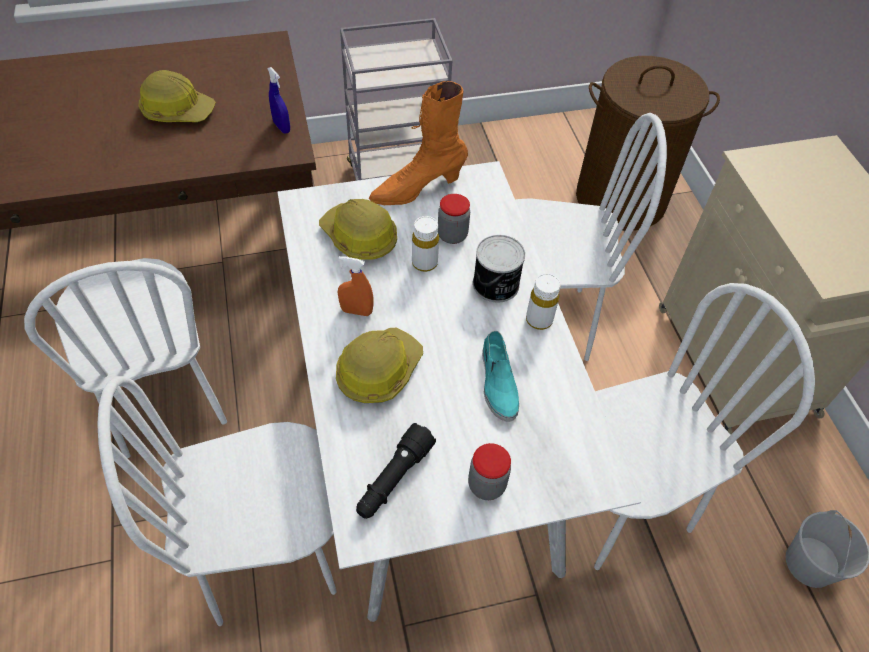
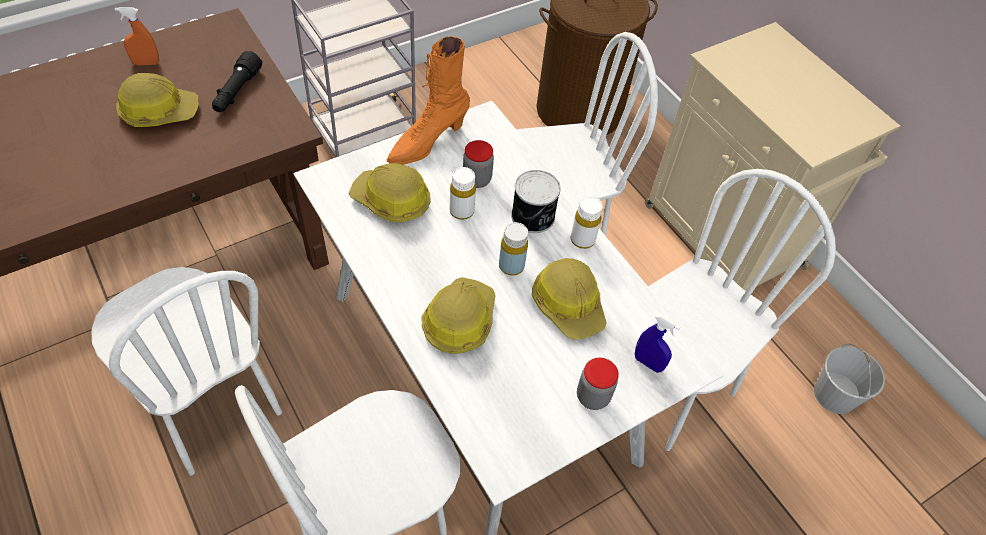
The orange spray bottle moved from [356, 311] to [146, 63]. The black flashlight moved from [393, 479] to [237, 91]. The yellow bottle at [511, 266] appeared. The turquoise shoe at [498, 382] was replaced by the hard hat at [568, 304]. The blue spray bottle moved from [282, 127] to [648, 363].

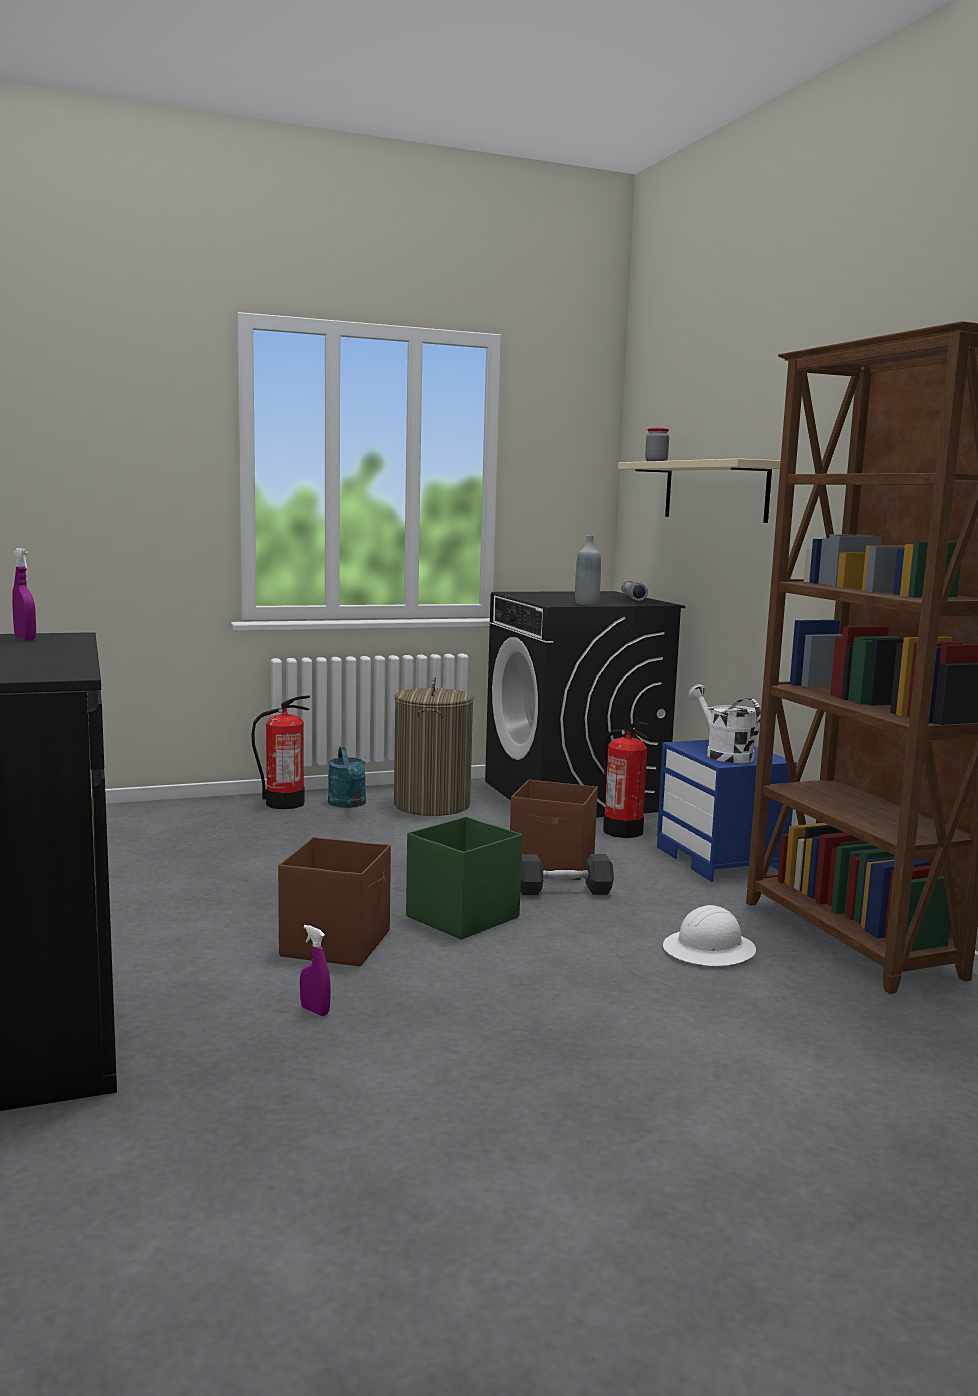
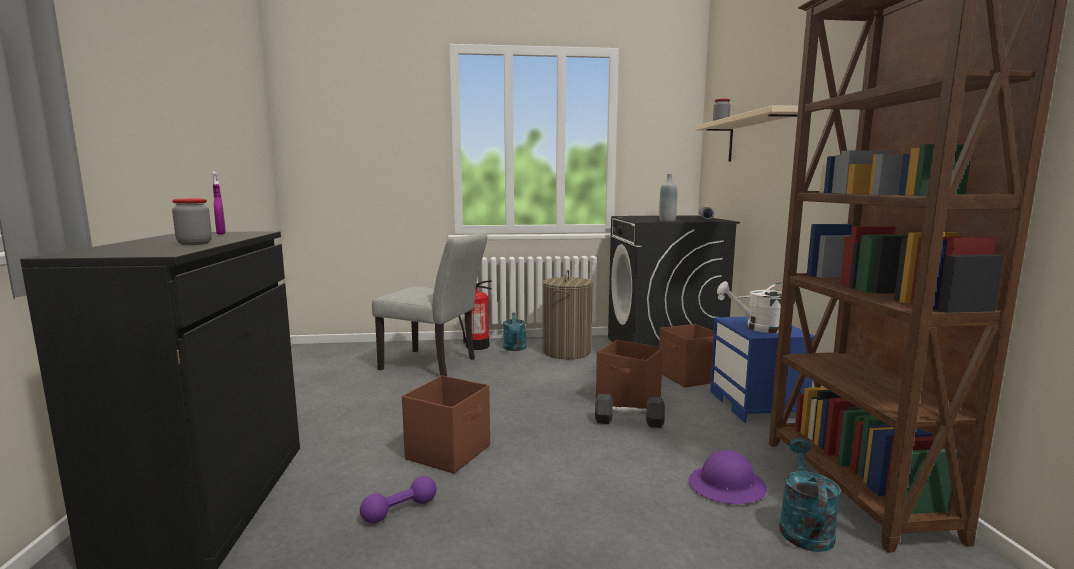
The jar at [195, 244] appeared. The purple spray bottle at [315, 1011] was replaced by the purple dumbbell at [400, 511]. The grey chair at [435, 365] appeared. The fire extinguisher at [622, 831] was replaced by the brown storage box at [688, 377]. The white hard hat at [709, 951] became the purple hard hat at [727, 487]. The white watering can at [723, 755] turned 75 degrees counterclockwise. The turquoise watering can at [803, 526] appeared. The green storage box at [461, 917] disappeared.

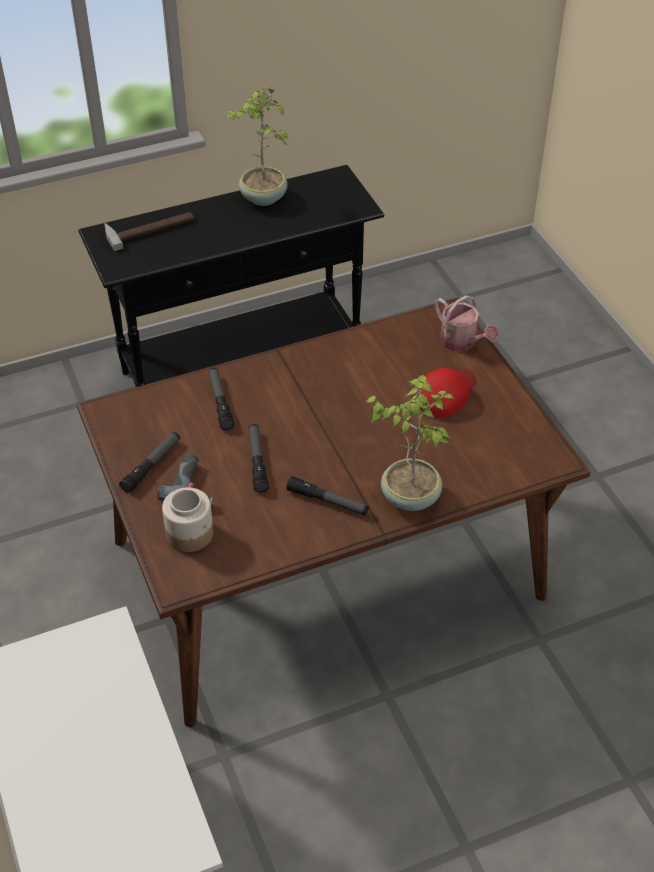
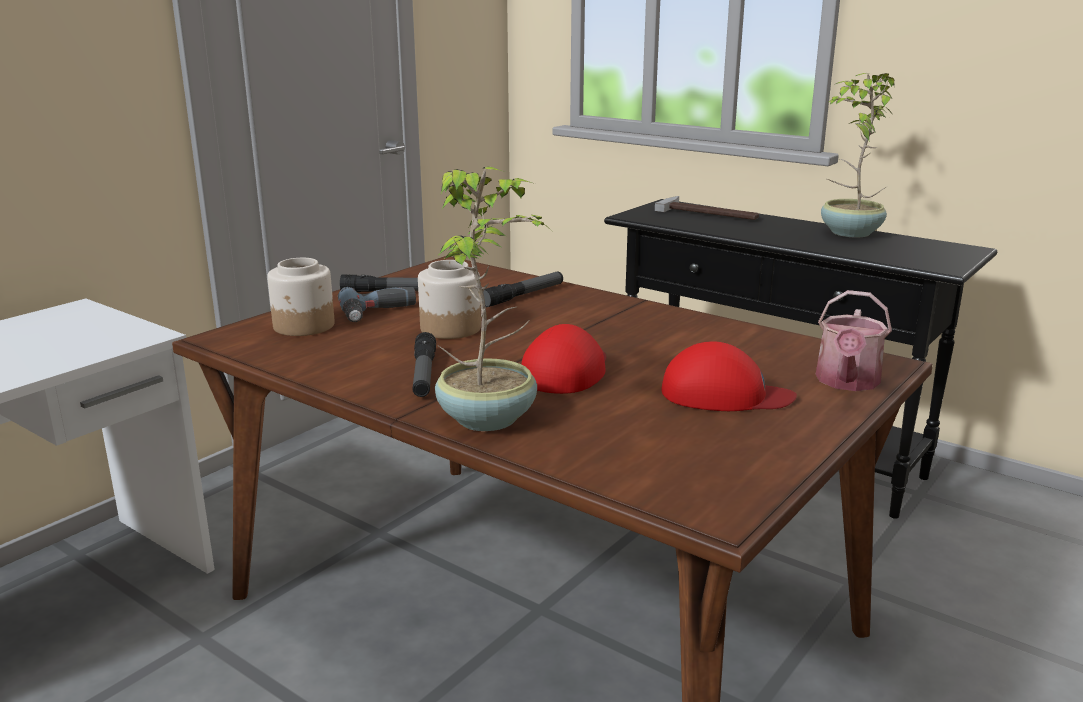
The flashlight at [257, 461] was replaced by the jar at [451, 328]. The red cap at [567, 371] appeared.

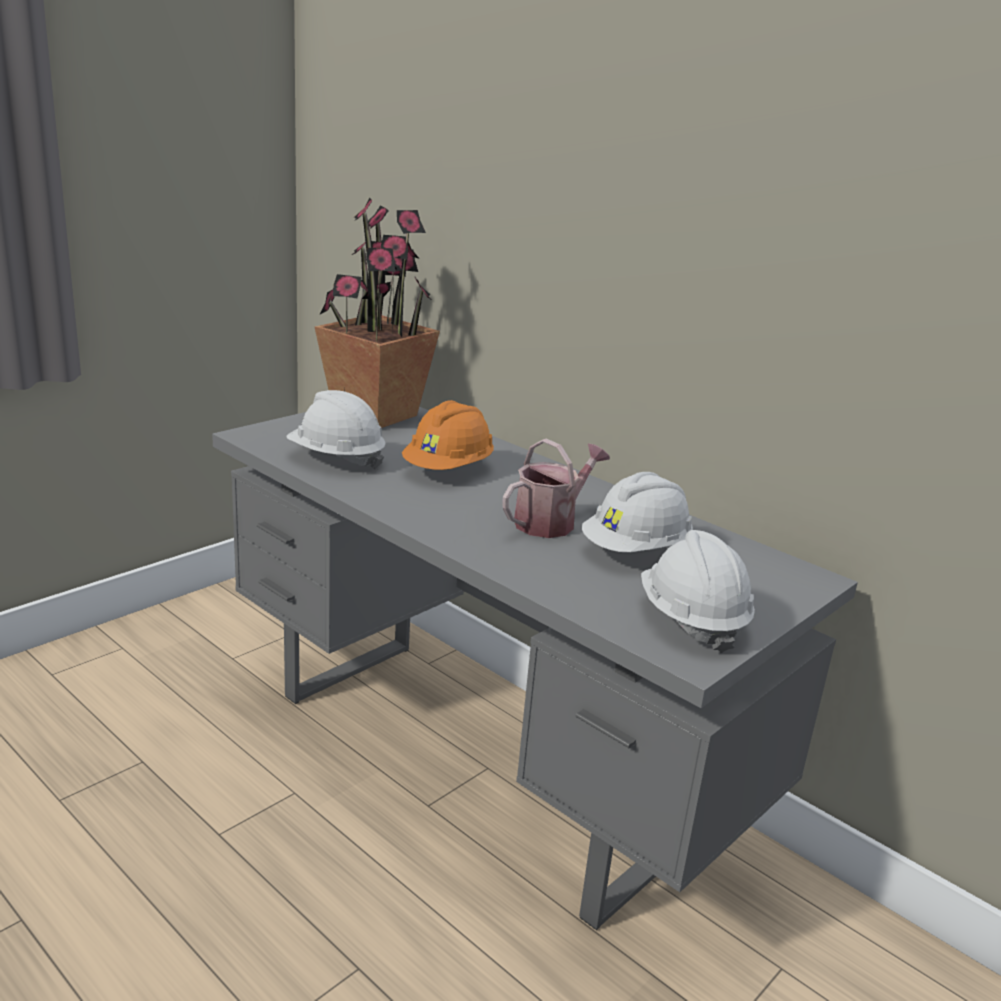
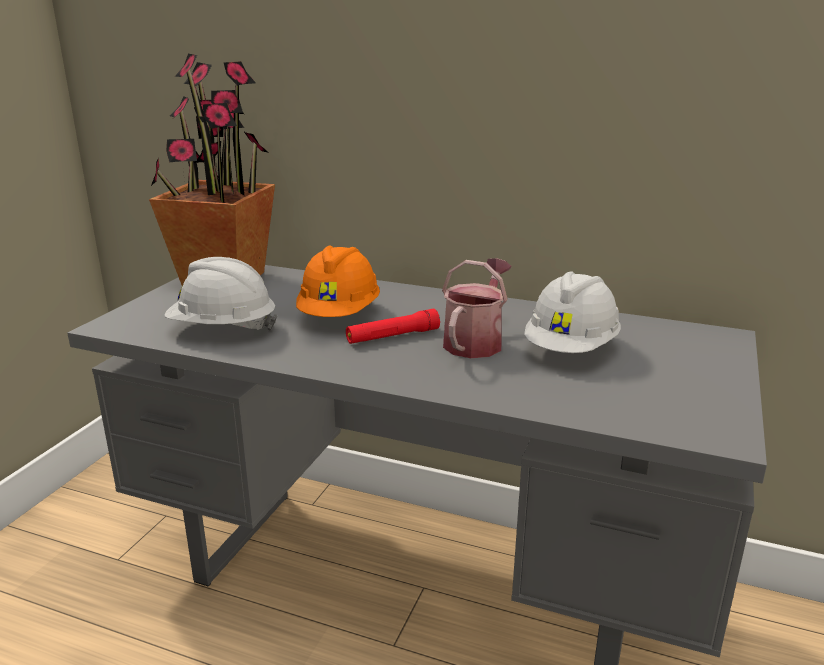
The red flashlight at [392, 336] appeared. The white hard hat at [691, 620] disappeared.

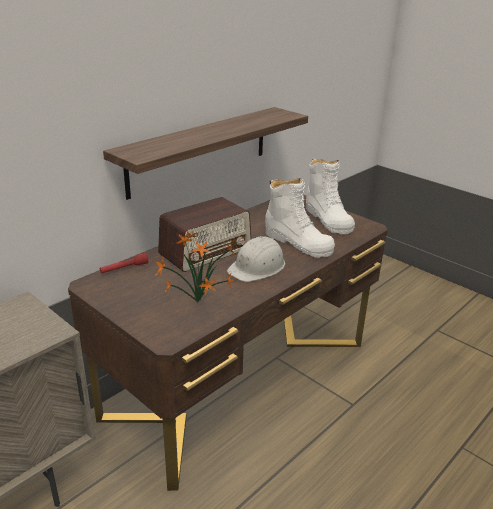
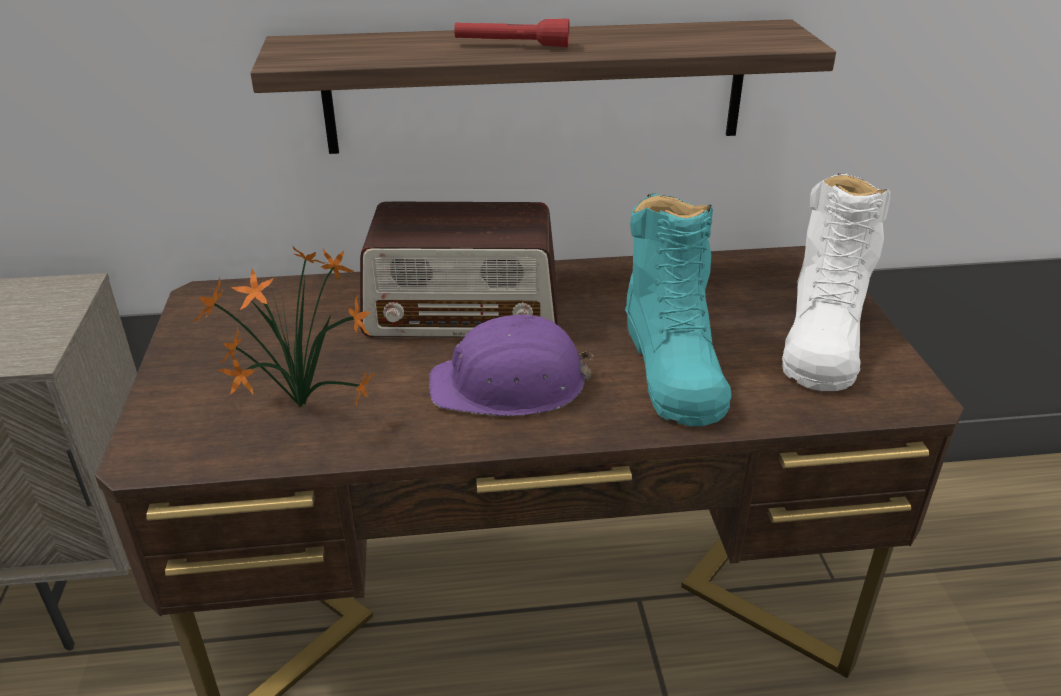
The white hard hat at [258, 267] became the purple hard hat at [510, 384]. The red flashlight moved from [124, 269] to [511, 45]. The white boot at [298, 242] became the turquoise boot at [672, 366].

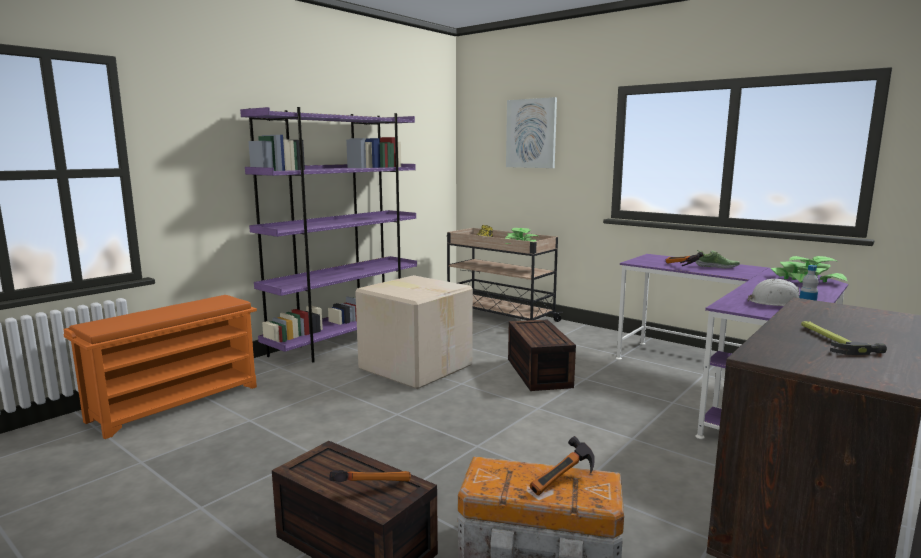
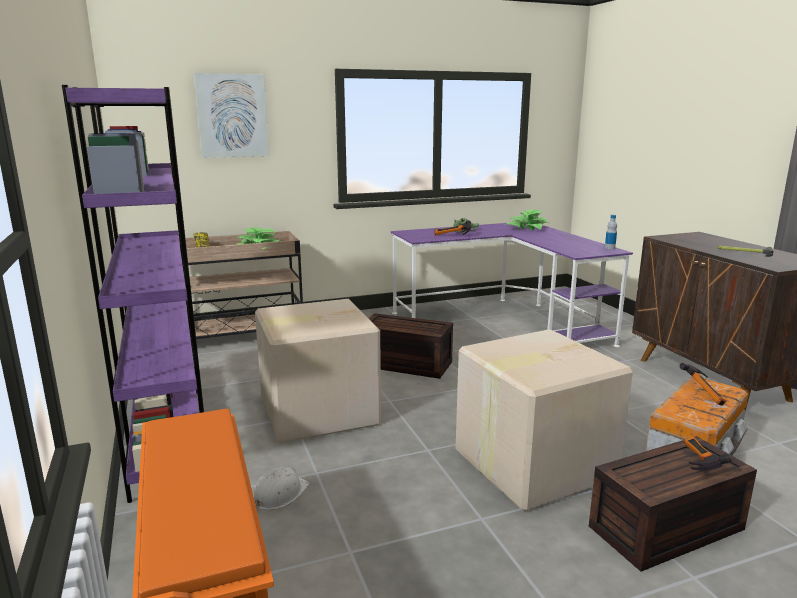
The white hard hat moved from [776, 303] to [279, 494]. The cardboard box at [531, 464] appeared.

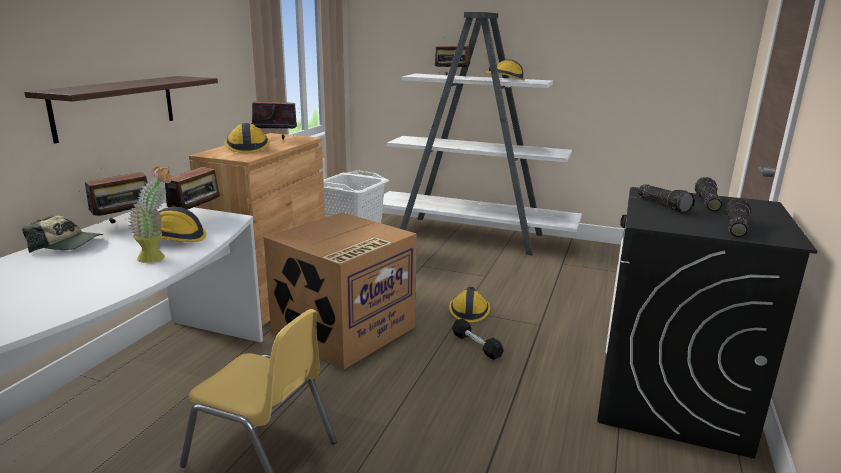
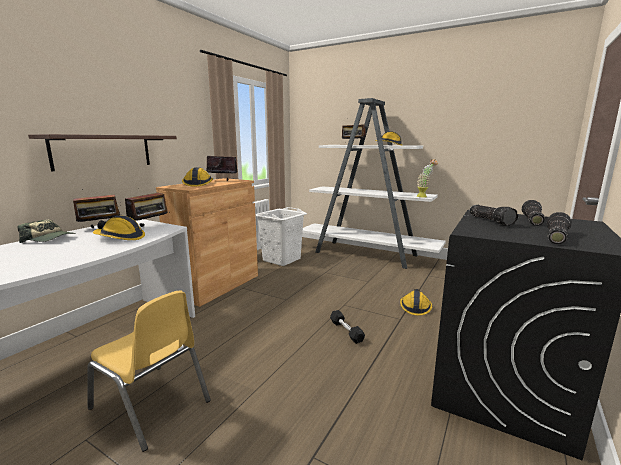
The hard hat moved from [469, 311] to [415, 307]. The potted plant moved from [158, 257] to [424, 196]. The cardboard box at [344, 331] disappeared.

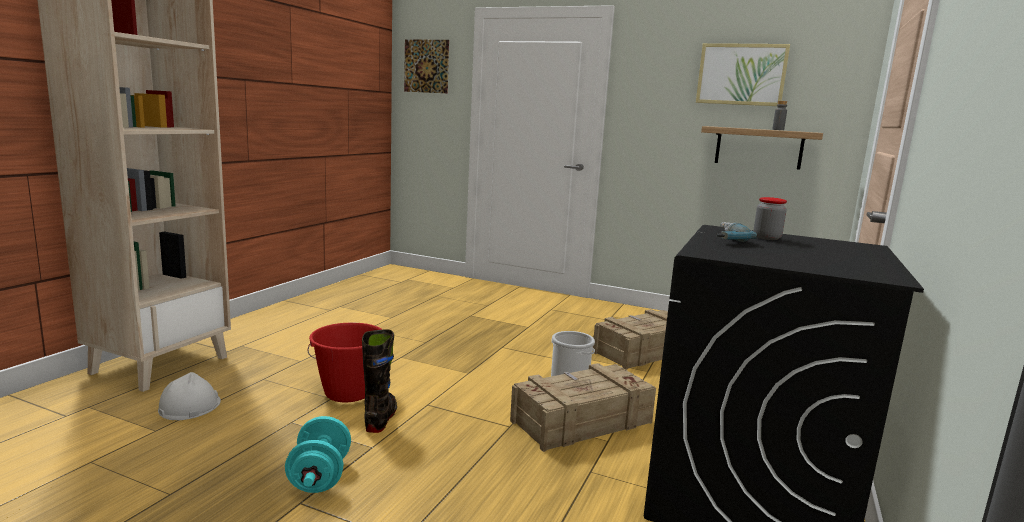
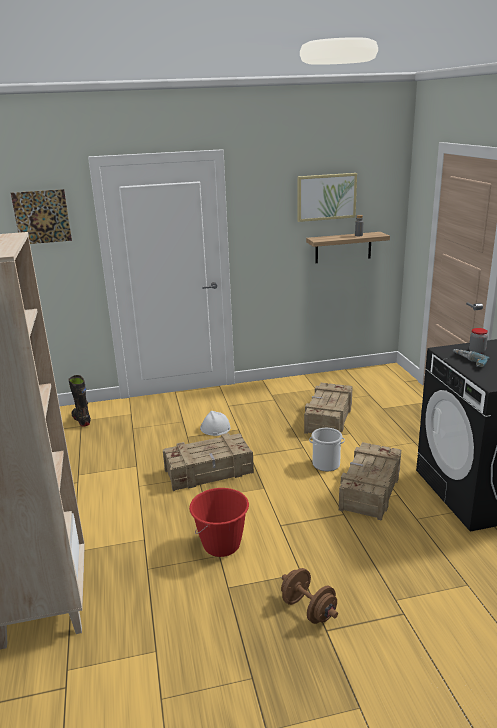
The black boot moved from [381, 419] to [81, 420]. The crate at [209, 471] appeared. The white hard hat moved from [189, 406] to [215, 428]. The turquoise dumbbell at [320, 477] became the brown dumbbell at [308, 609].

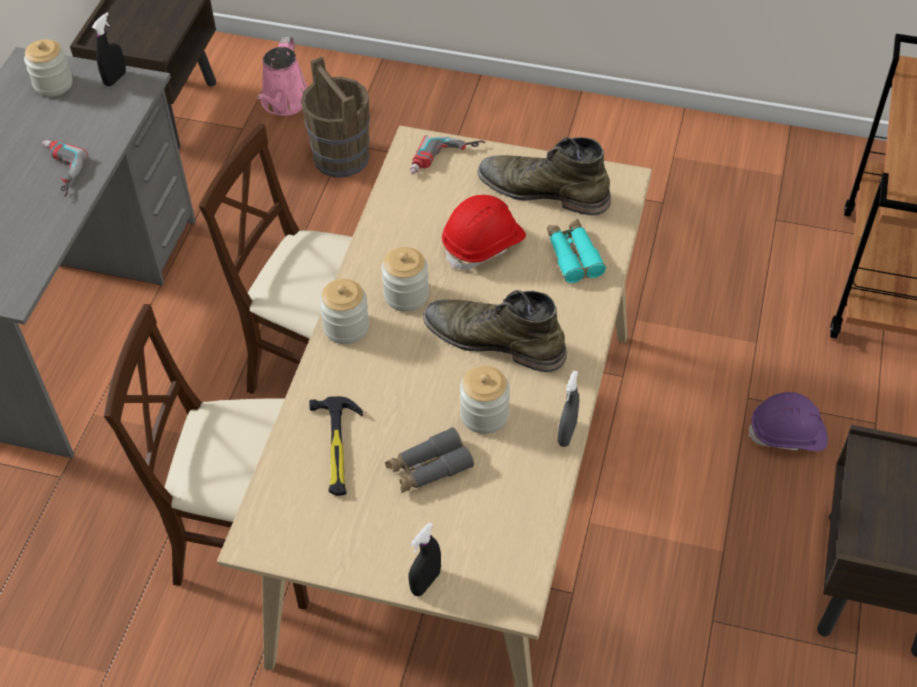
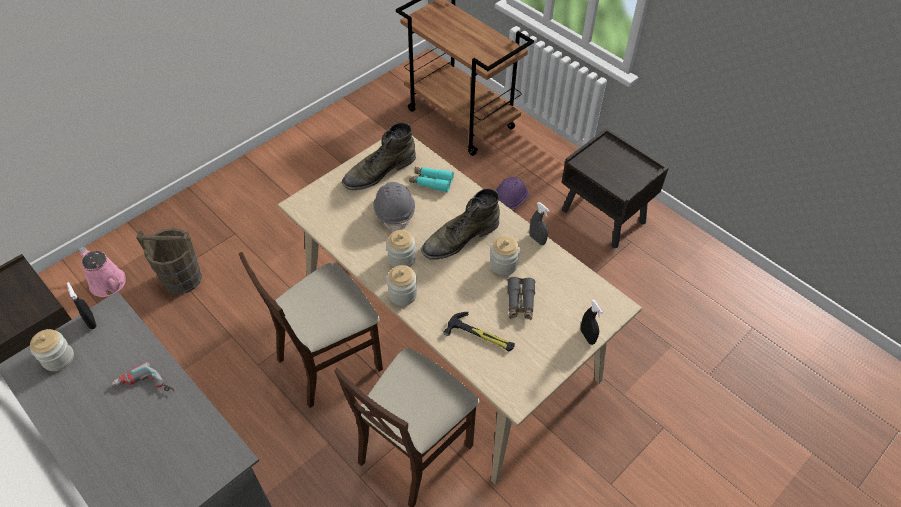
The red hard hat at [484, 244] became the grey hard hat at [394, 211]. The power drill at [446, 161] disappeared.

